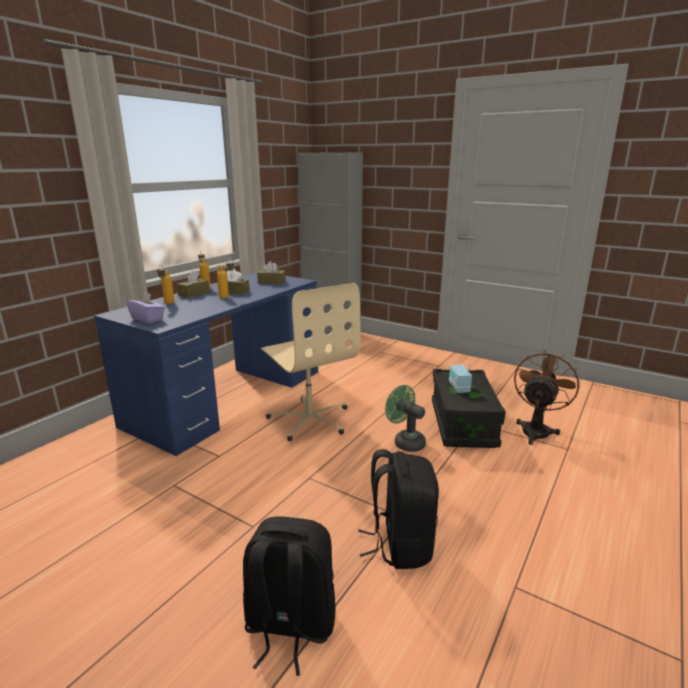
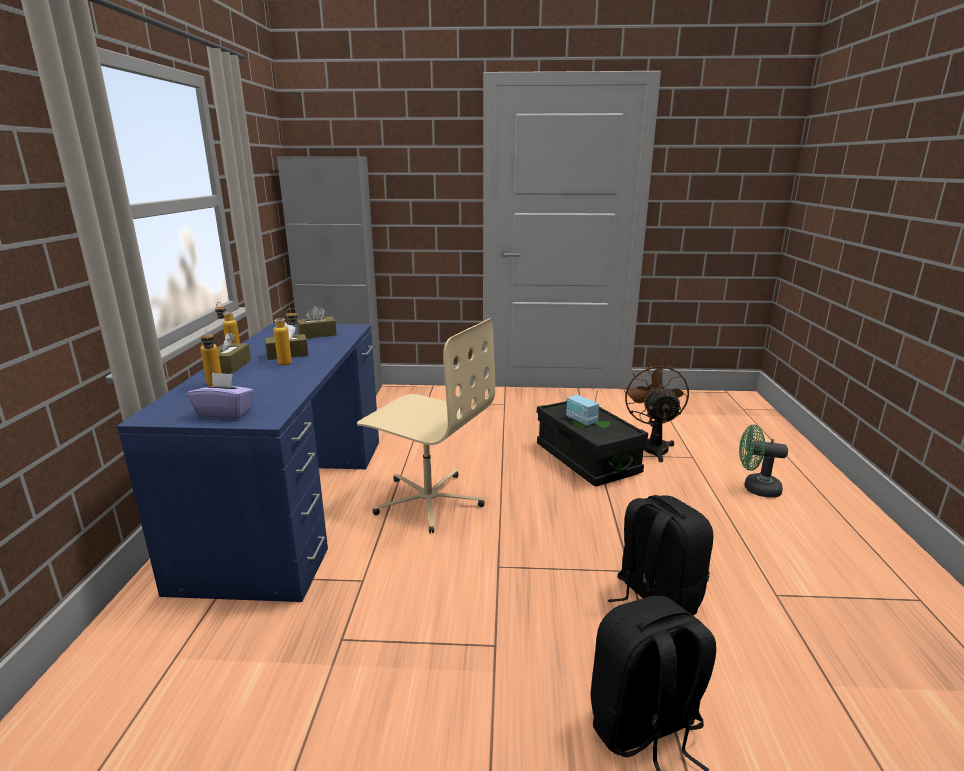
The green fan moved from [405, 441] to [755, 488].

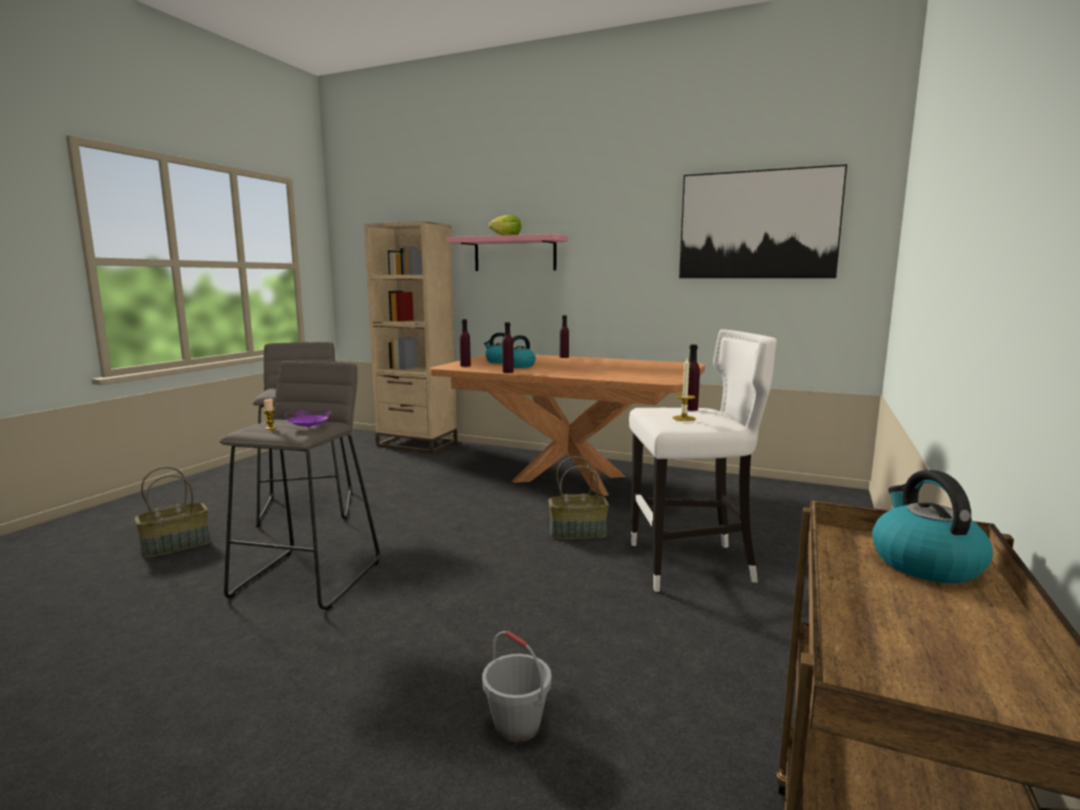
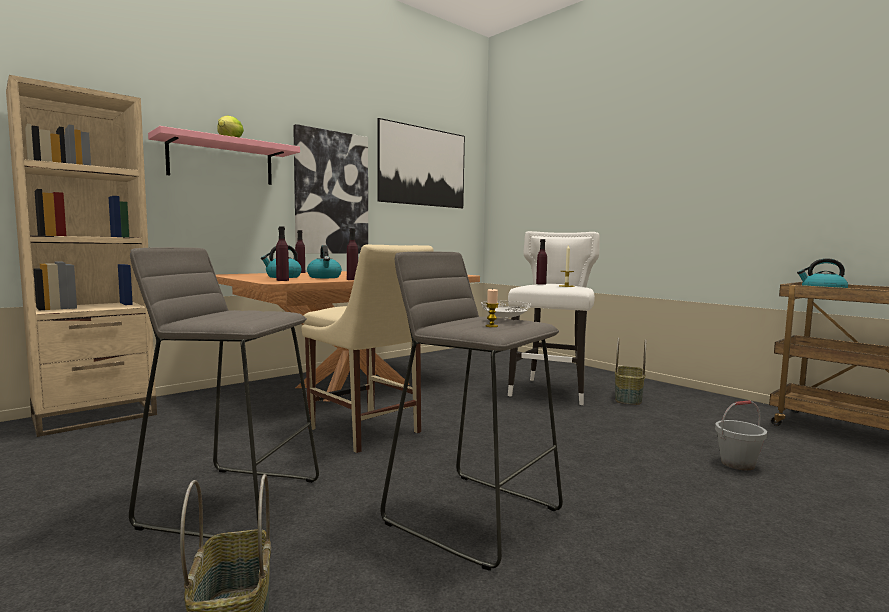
The picture at [331, 193] appeared. The beige chair at [367, 432] appeared. The purple plate at [309, 428] became the white plate at [505, 320]. The basket moved from [578, 532] to [627, 397].

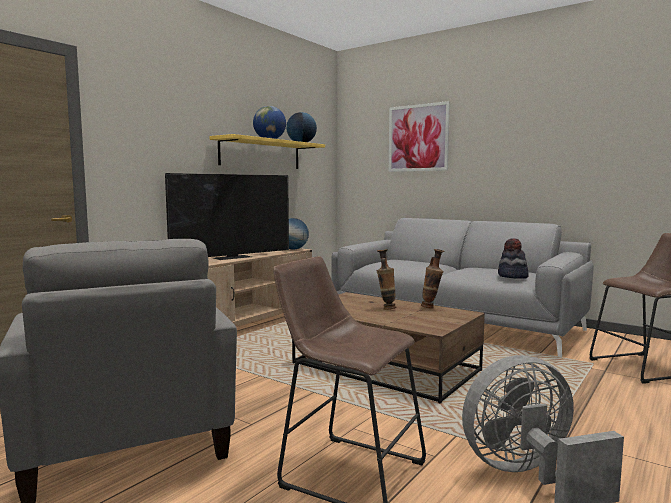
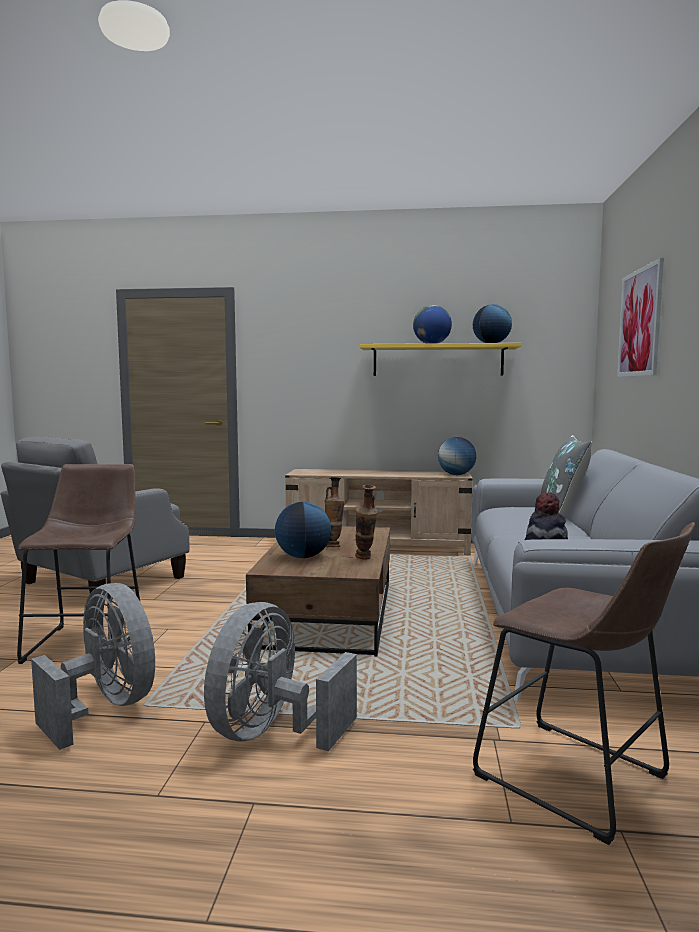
The grey fan at [272, 733] appeared. The globe at [303, 557] appeared. The grey pillow at [562, 513] appeared. The television at [233, 257] disappeared.

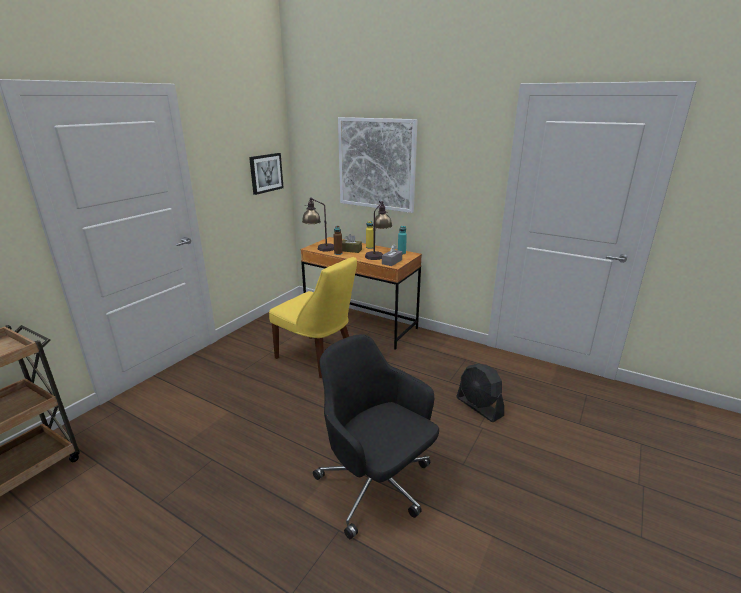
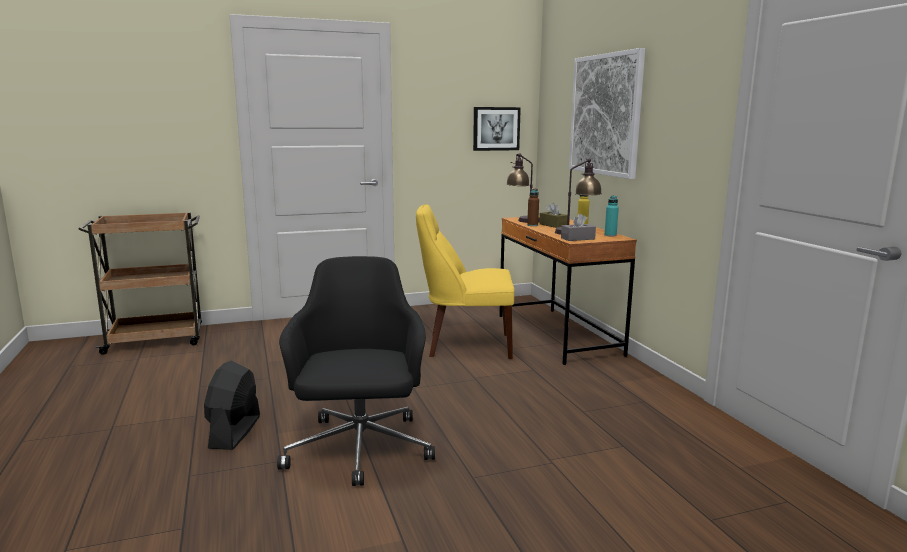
The black fan moved from [479, 407] to [235, 432]. The yellow chair at [318, 358] turned 105 degrees clockwise.

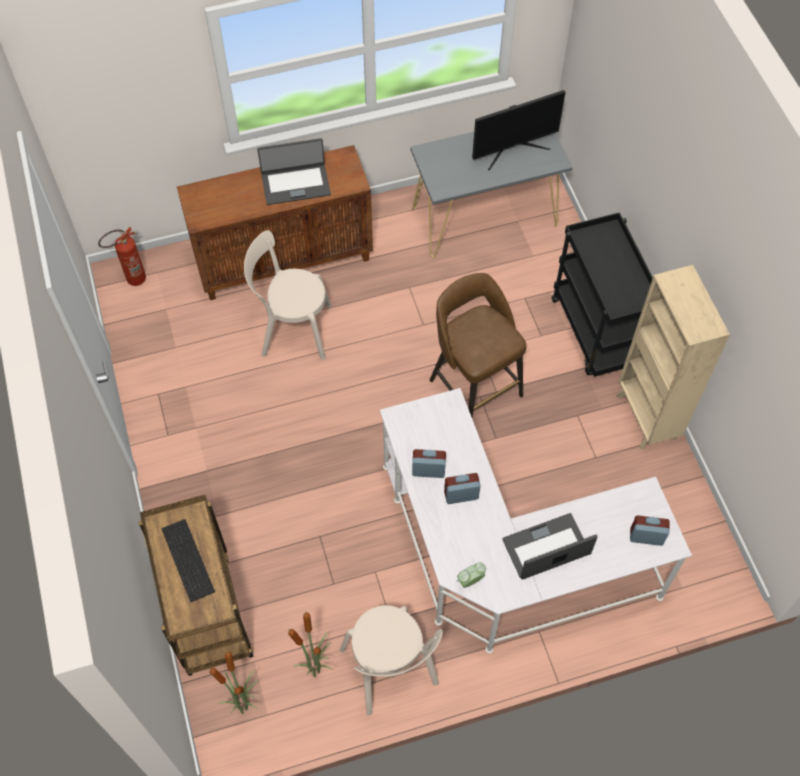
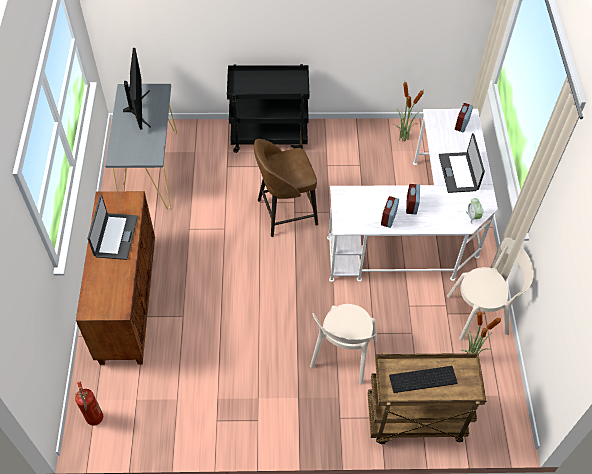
The beige chair moved from [292, 329] to [342, 356]. The potted plant moved from [243, 703] to [402, 138]. The beige bookcase at [646, 418] disappeared.

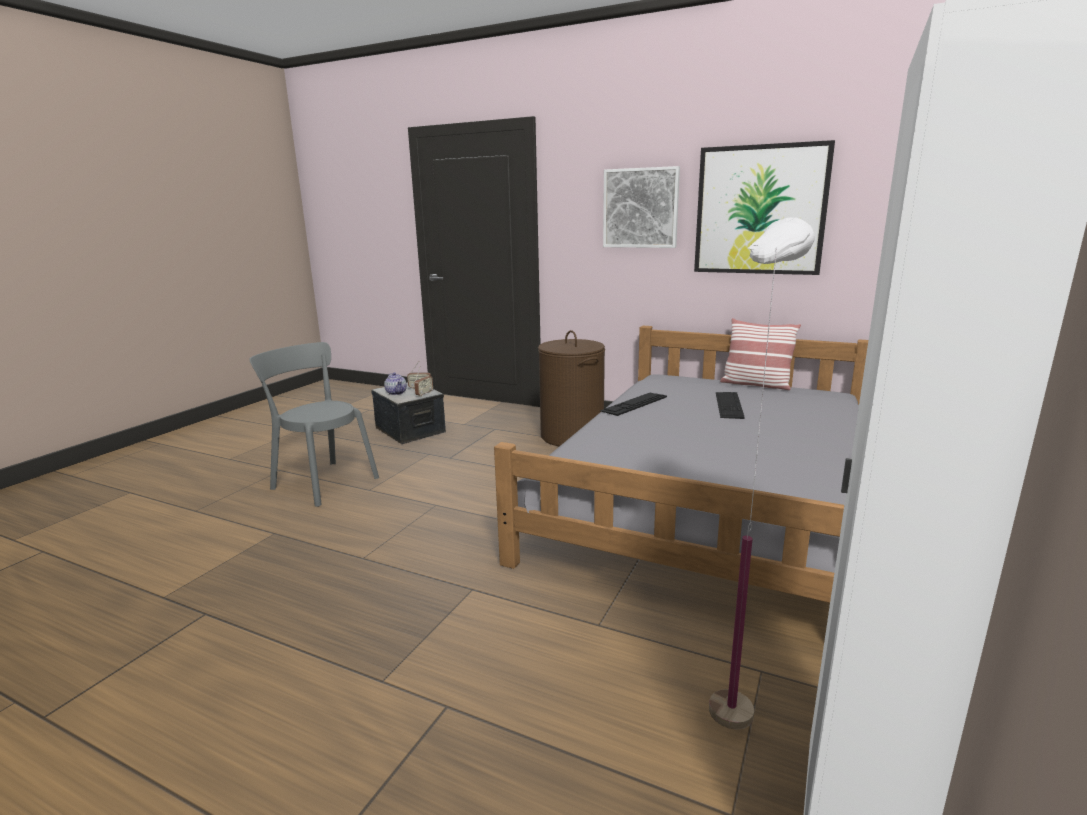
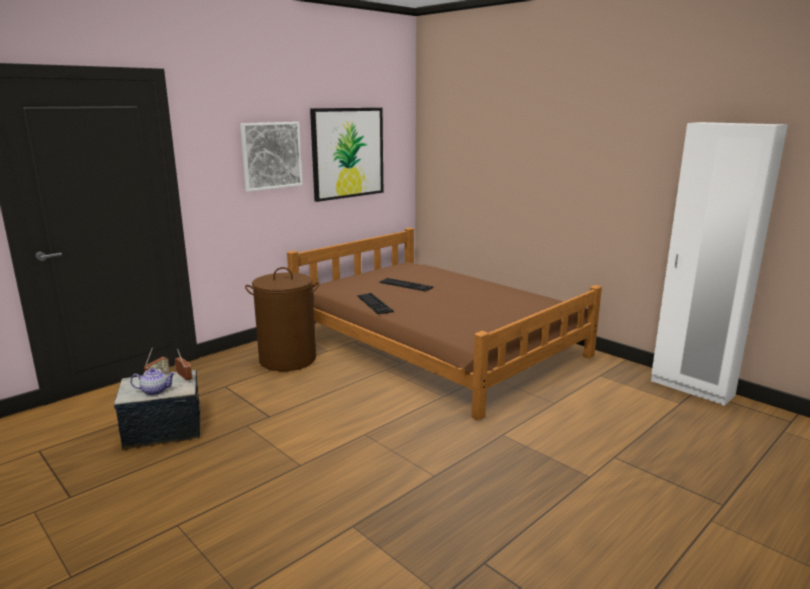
The grey bed at [709, 499] became the brown bed at [437, 344]. The grey chair at [322, 482] disappeared. The white floor lamp at [735, 696] disappeared. The pillow at [756, 384] disappeared.

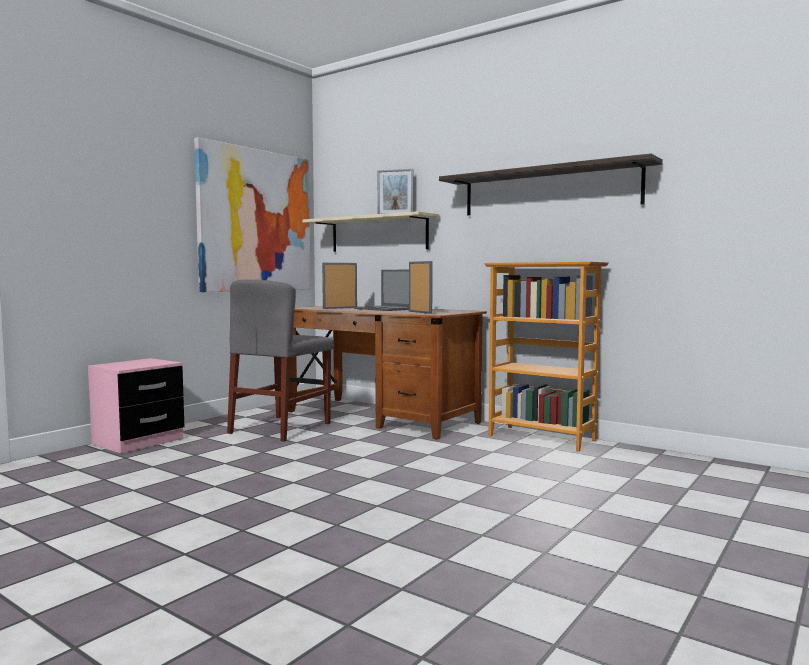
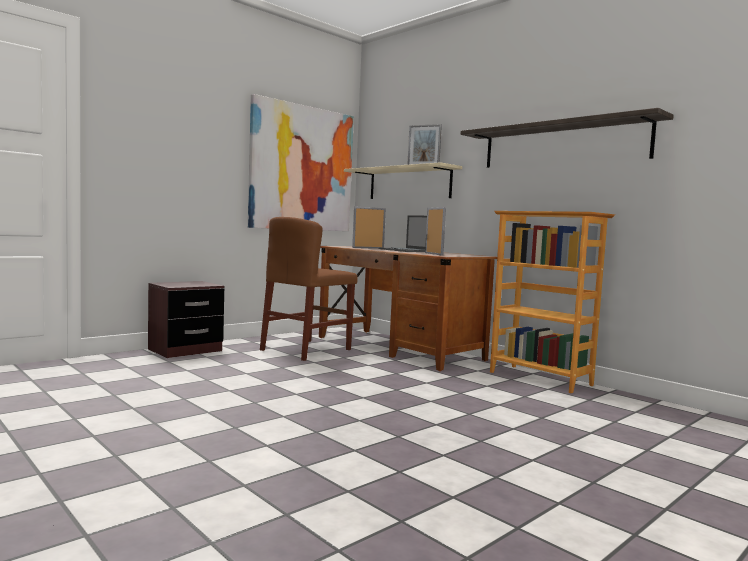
The pink nightstand at [138, 441] became the brown nightstand at [185, 350]. The grey chair at [280, 428] became the brown chair at [306, 350].

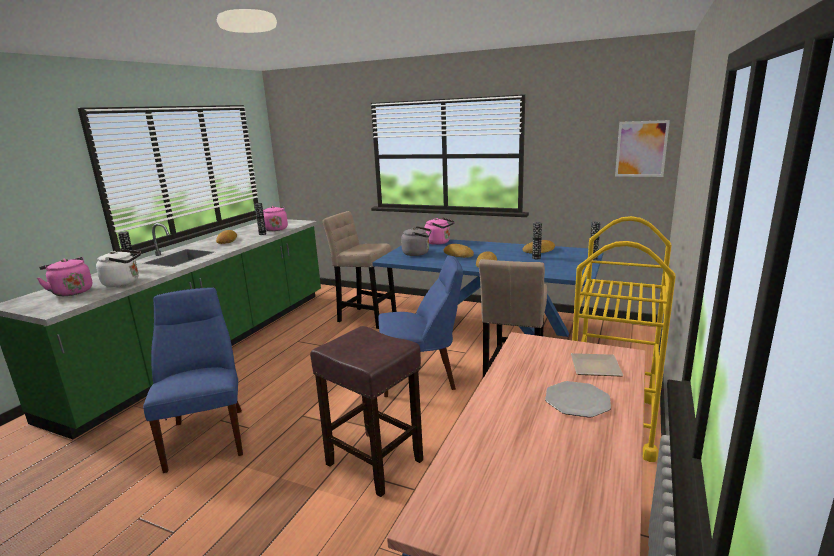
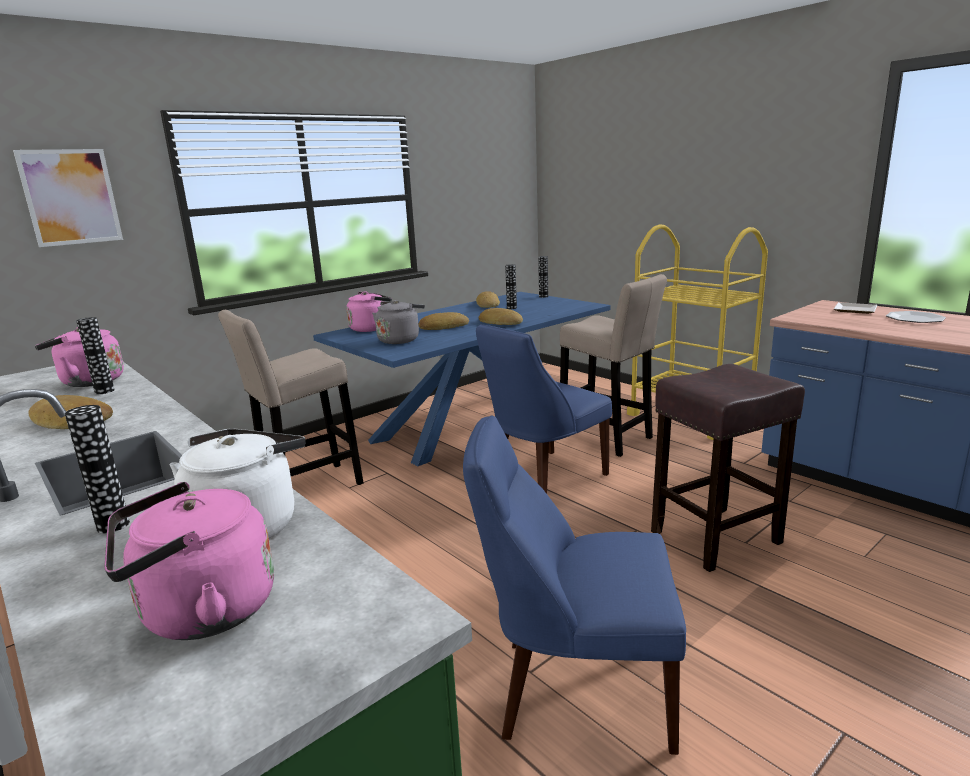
The picture moved from [641, 149] to [71, 197]. The blue chair at [421, 378] turned 150 degrees counterclockwise.

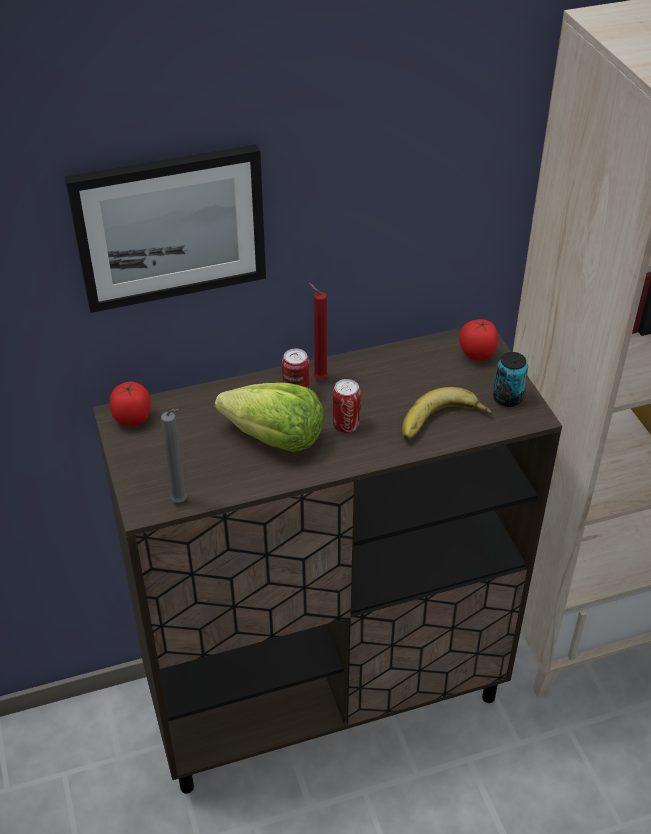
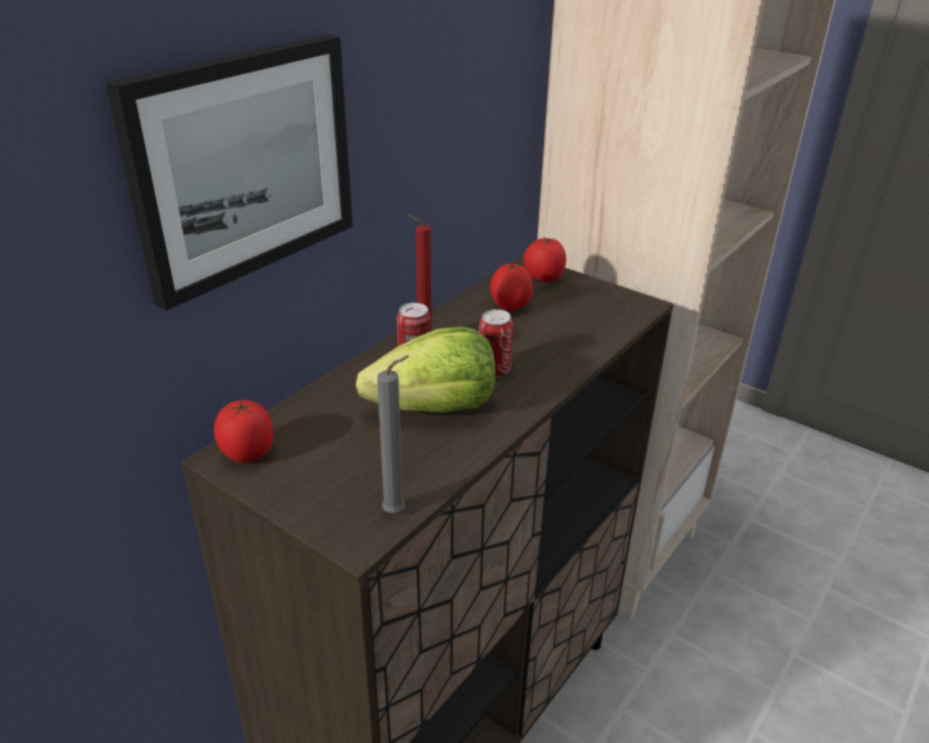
The tomato at [510, 307] appeared. The banana at [443, 424] disappeared. The can at [507, 398] disappeared.

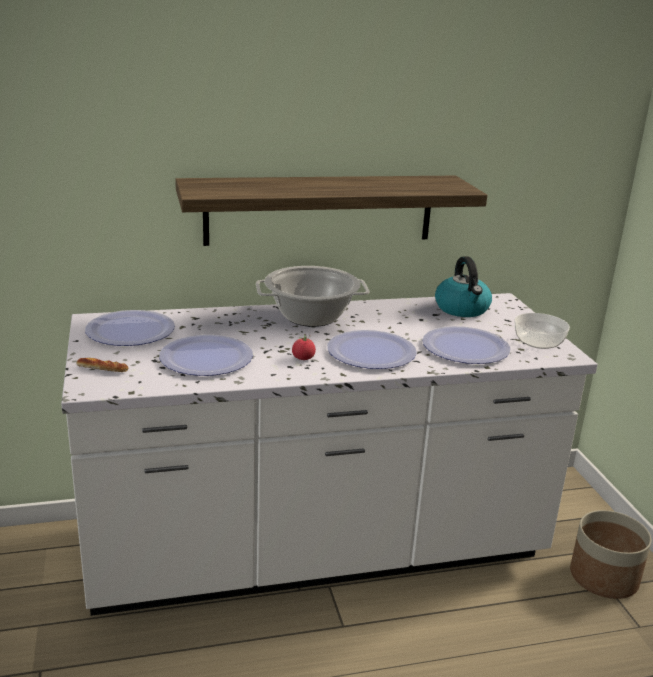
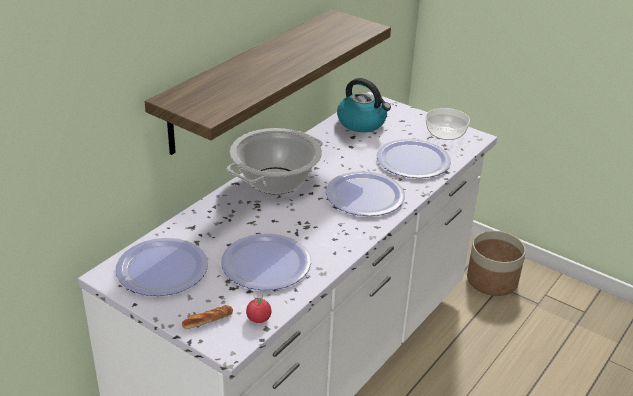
The tomato moved from [303, 358] to [258, 318].

